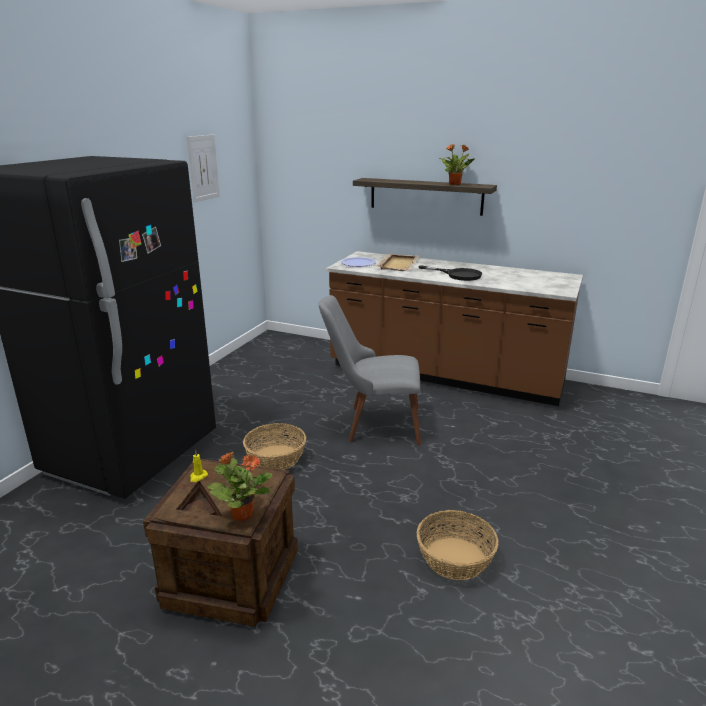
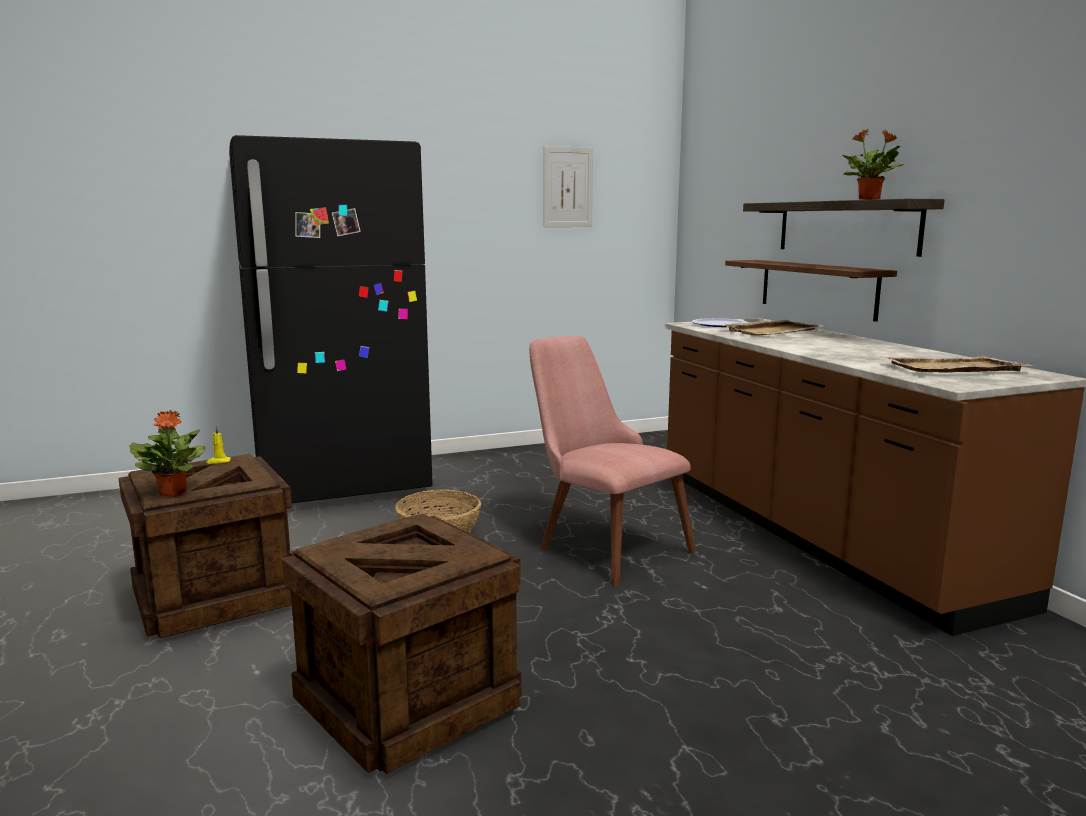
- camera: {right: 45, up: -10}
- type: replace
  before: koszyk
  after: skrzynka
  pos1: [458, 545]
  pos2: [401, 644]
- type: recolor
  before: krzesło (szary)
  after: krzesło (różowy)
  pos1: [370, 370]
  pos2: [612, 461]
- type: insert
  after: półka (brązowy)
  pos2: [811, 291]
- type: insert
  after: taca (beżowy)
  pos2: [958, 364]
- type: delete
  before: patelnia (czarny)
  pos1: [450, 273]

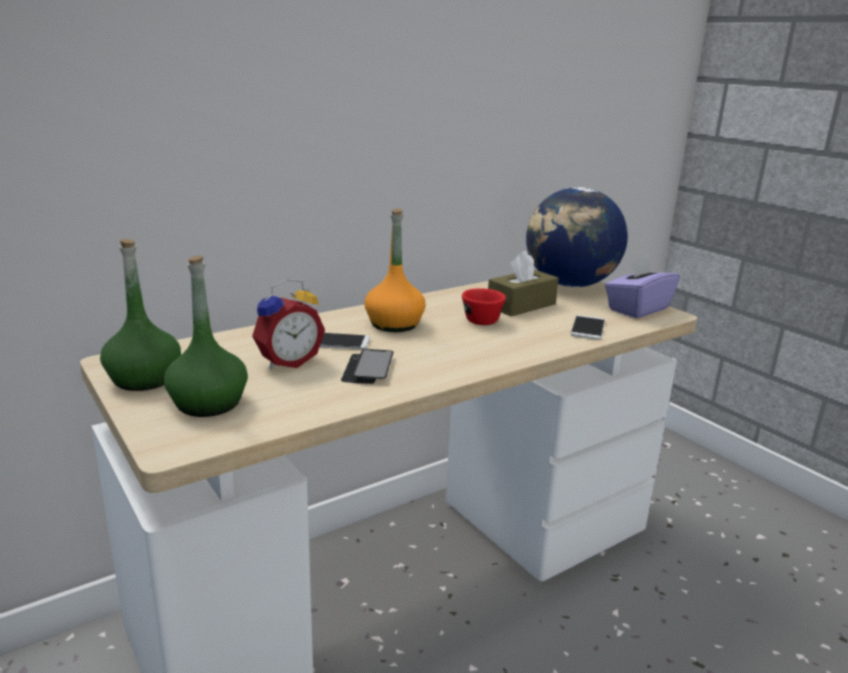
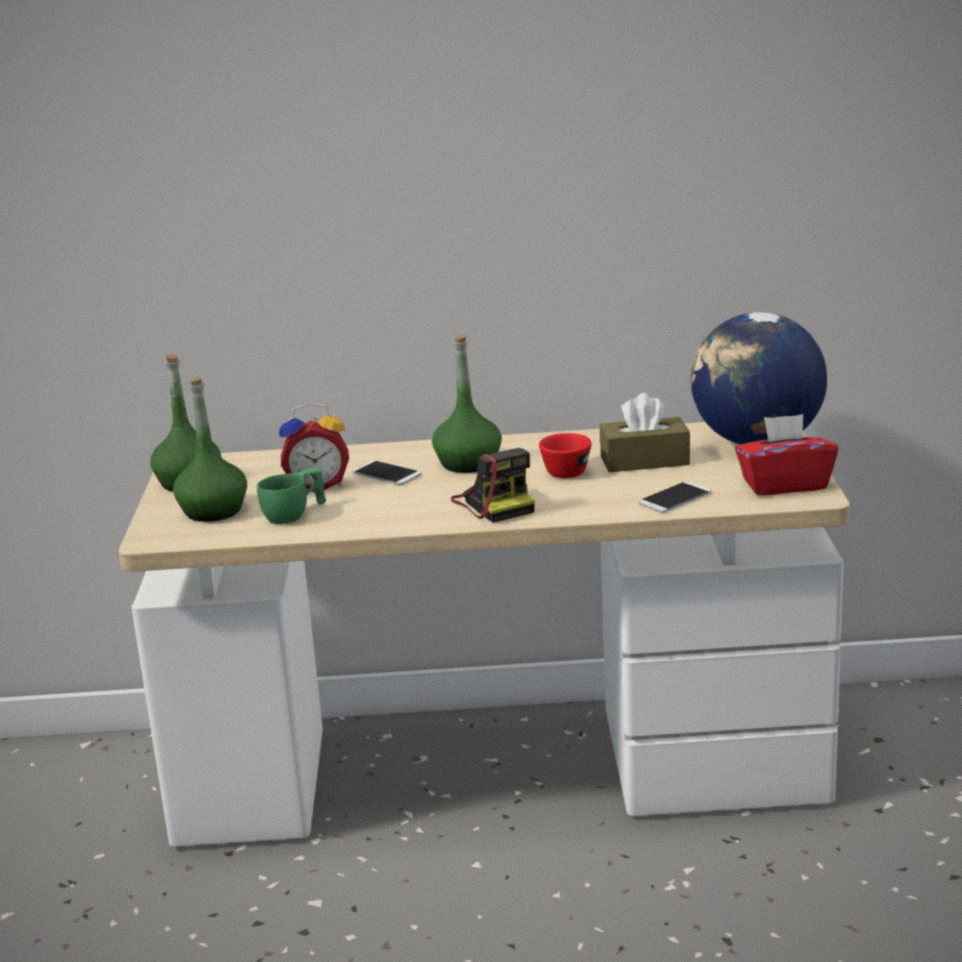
- camera: {right: 35, up: 0}
- type: insert
  after: filiżanka (zielony)
  pos2: [291, 495]
- type: recolor
  before: butelka (pomarańczowy)
  after: butelka (zielony)
  pos1: [395, 270]
  pos2: [467, 404]
- type: insert
  after: aparat fotograficzny
  pos2: [493, 485]
- type: recolor
  before: pudełko chusteczek (fioletowy)
  after: pudełko chusteczek (czerwony)
  pos1: [642, 286]
  pos2: [787, 455]
- type: delete
  before: telefon
  pos1: [367, 366]

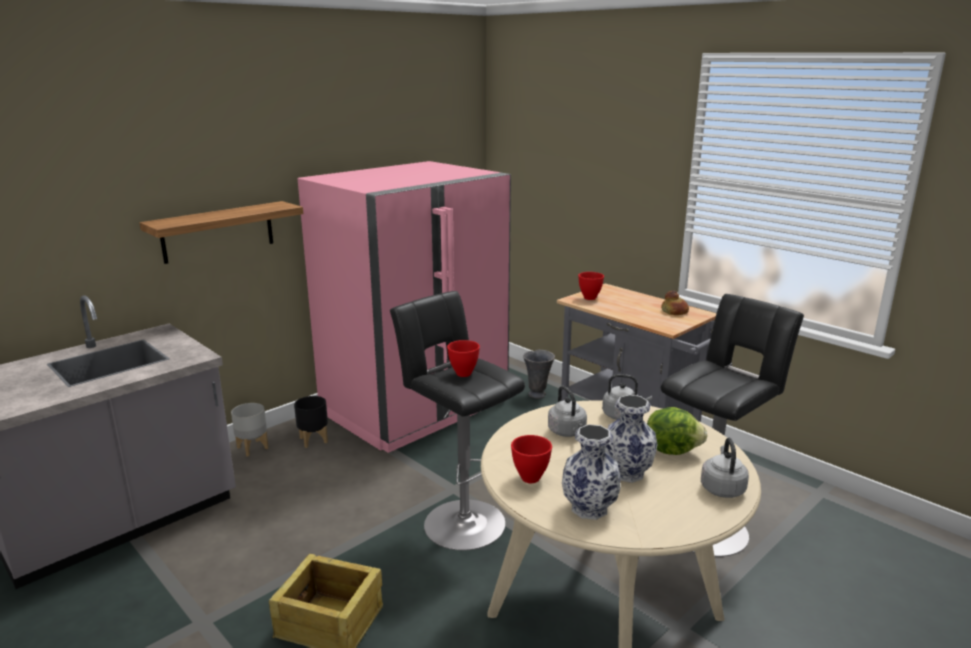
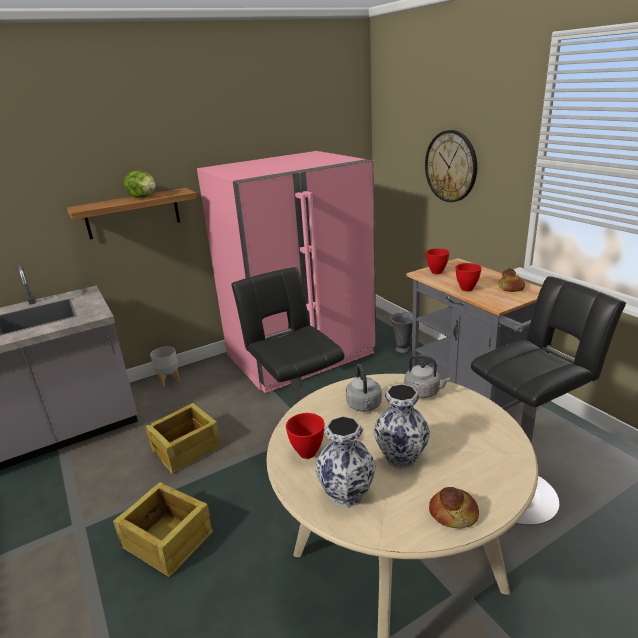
- camera: {right: 15, up: 5}
- type: move
  before: sałata
  pos1: [677, 431]
  pos2: [140, 184]
- type: insert
  after: skrzynka
  pos2: [183, 439]
- type: insert
  after: zegar ścienny
  pos2: [451, 166]
- type: insert
  after: chleb
  pos2: [454, 507]
- type: move
  before: miska (czerwony)
  pos1: [463, 358]
  pos2: [468, 277]
- type: delete
  before: donica (czarny)
  pos1: [311, 422]
- type: delete
  before: czajnik (szary)
  pos1: [725, 468]

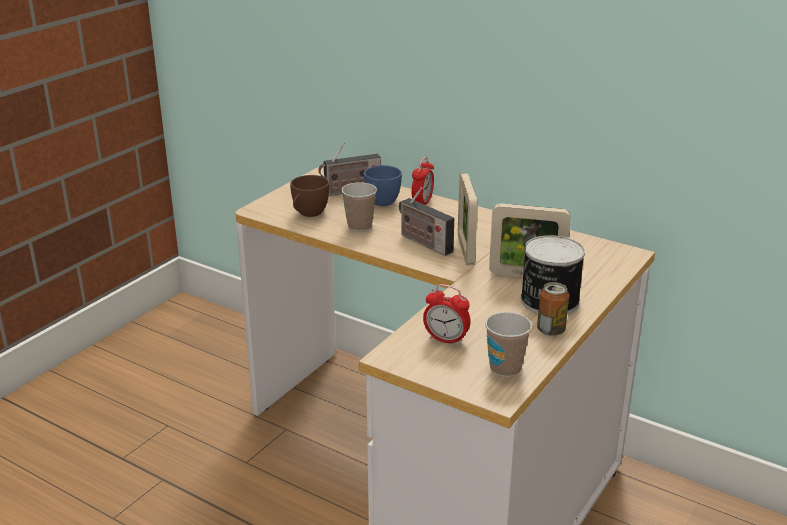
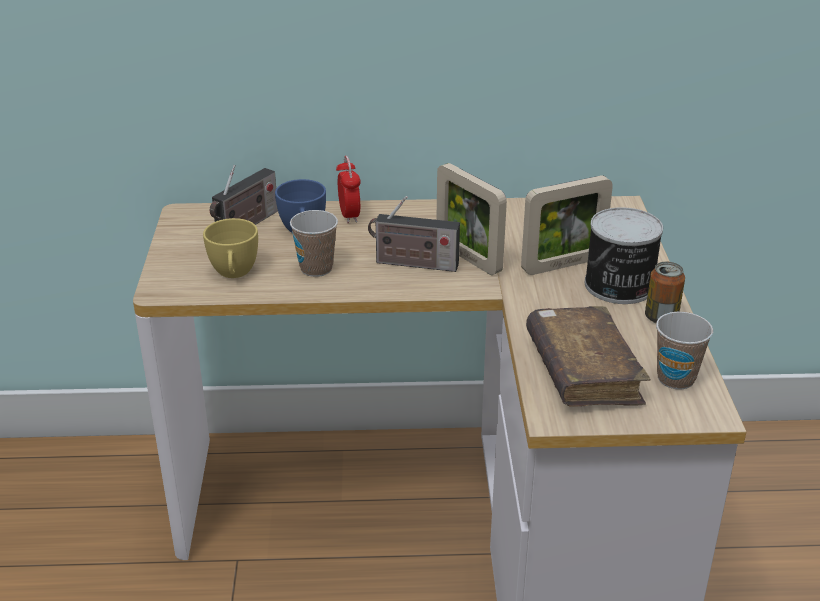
- camera: {right: -35, up: 5}
- type: recolor
  before: filiżanka (brązowy)
  after: filiżanka (żółty)
  pos1: [309, 196]
  pos2: [230, 248]
- type: replace
  before: budzik
  after: książka (brązowy)
  pos1: [447, 315]
  pos2: [588, 356]

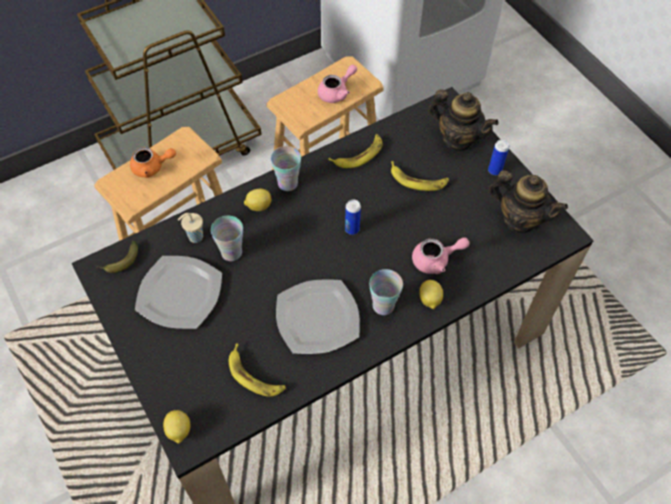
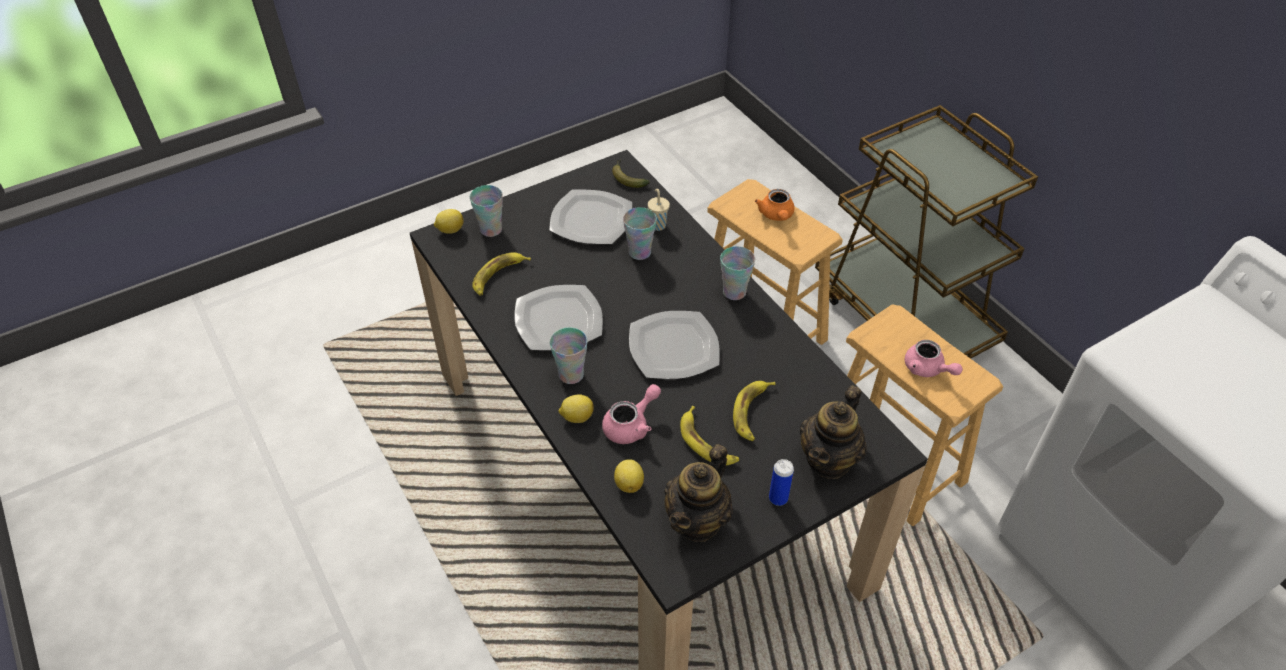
- camera: {right: 90, up: -10}
- type: insert
  after: filiżanka
  pos2: [486, 211]
- type: rotate
  before: imbryk (różowy)
  pos1: [441, 255]
  pos2: [631, 414]
  turn: -120
- type: move
  before: cytryna
  pos1: [257, 200]
  pos2: [629, 476]
- type: replace
  before: puszka
  after: talerz
  pos1: [353, 217]
  pos2: [674, 345]
- type: move
  before: banan
  pos1: [355, 151]
  pos2: [709, 436]

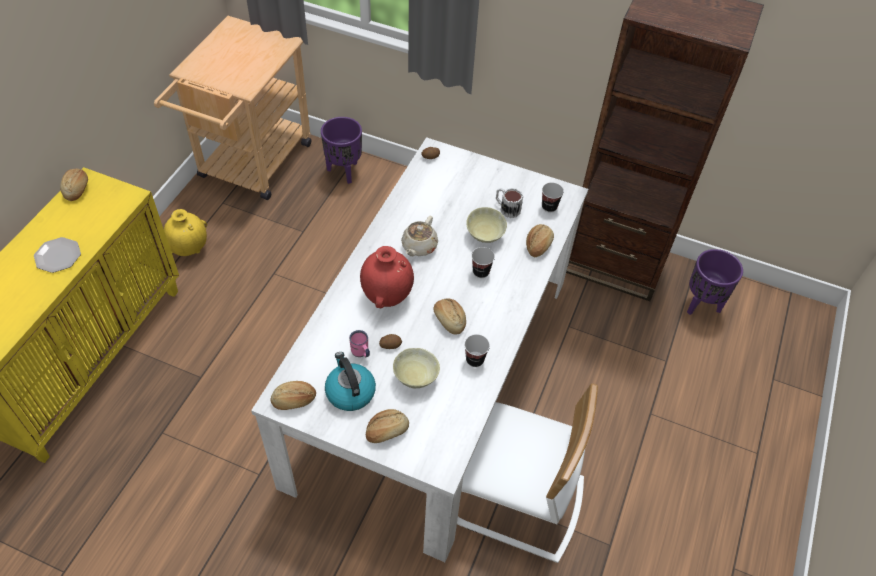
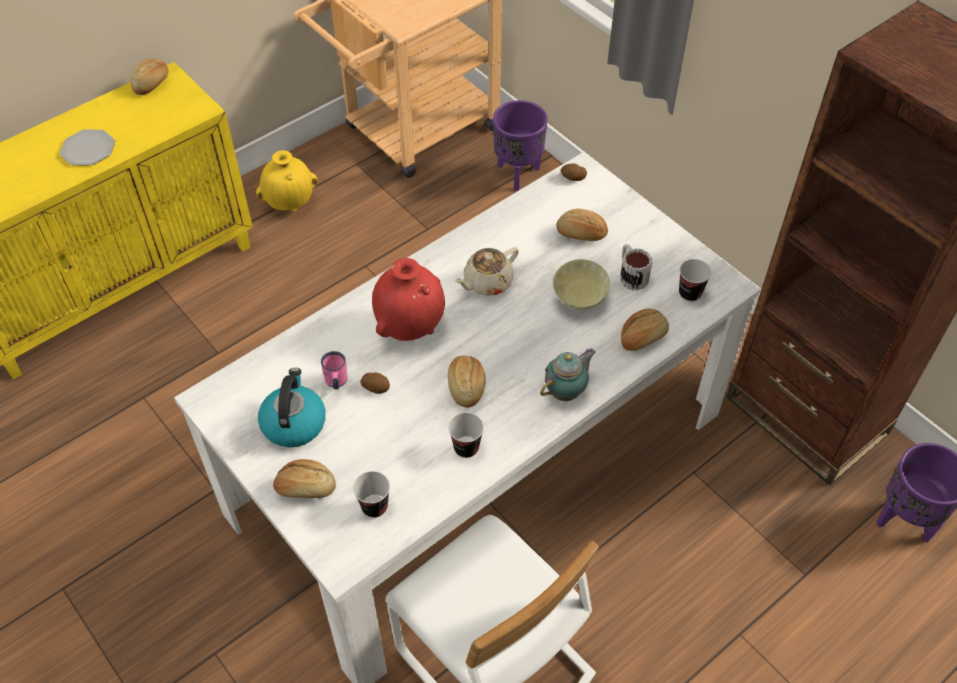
- camera: {right: 30, up: 0}
- type: move
  before: filiżanka
  pos1: [483, 262]
  pos2: [371, 494]
- type: insert
  after: imbryk
  pos2: [568, 375]
- type: move
  before: chleb
  pos1: [293, 395]
  pos2: [582, 225]
- type: delete
  before: miska (beżowy)
  pos1: [416, 368]

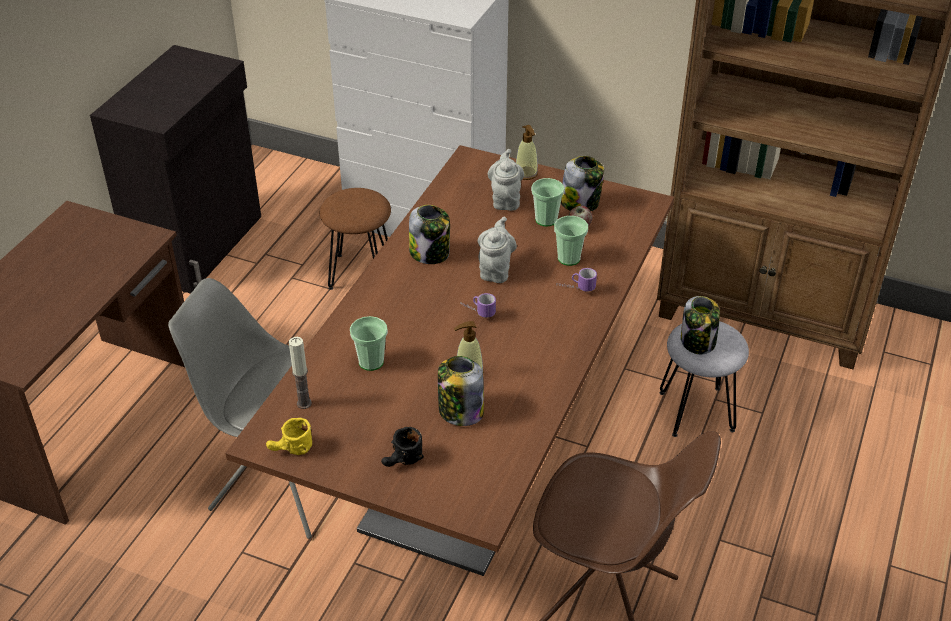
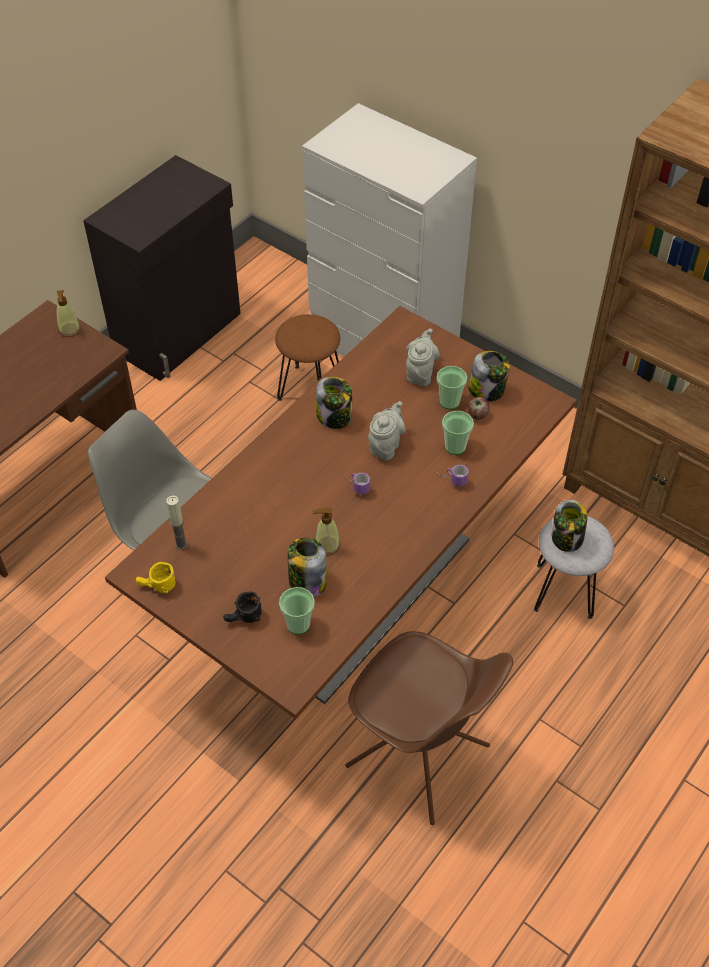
- camera: {right: 15, up: 10}
- type: move
  before: dozownik mydła
  pos1: [527, 152]
  pos2: [68, 313]
- type: move
  before: filiżanka
  pos1: [369, 343]
  pos2: [297, 611]

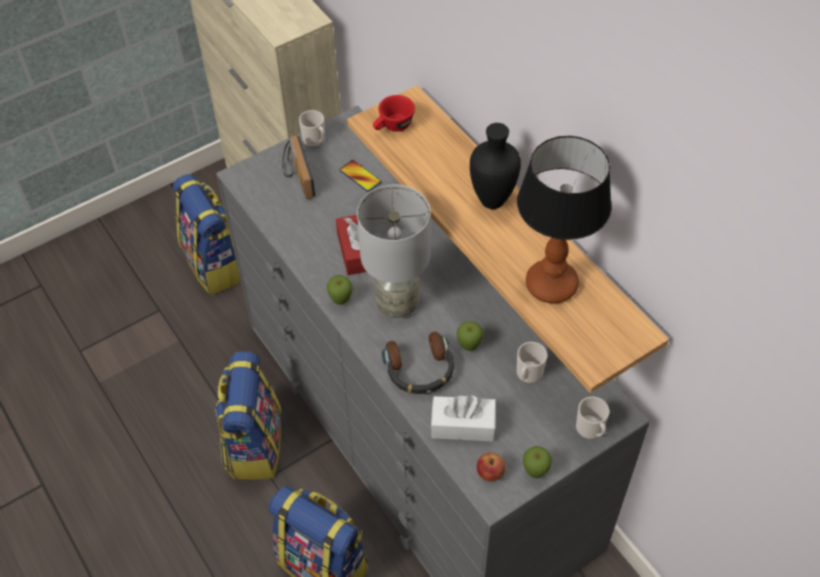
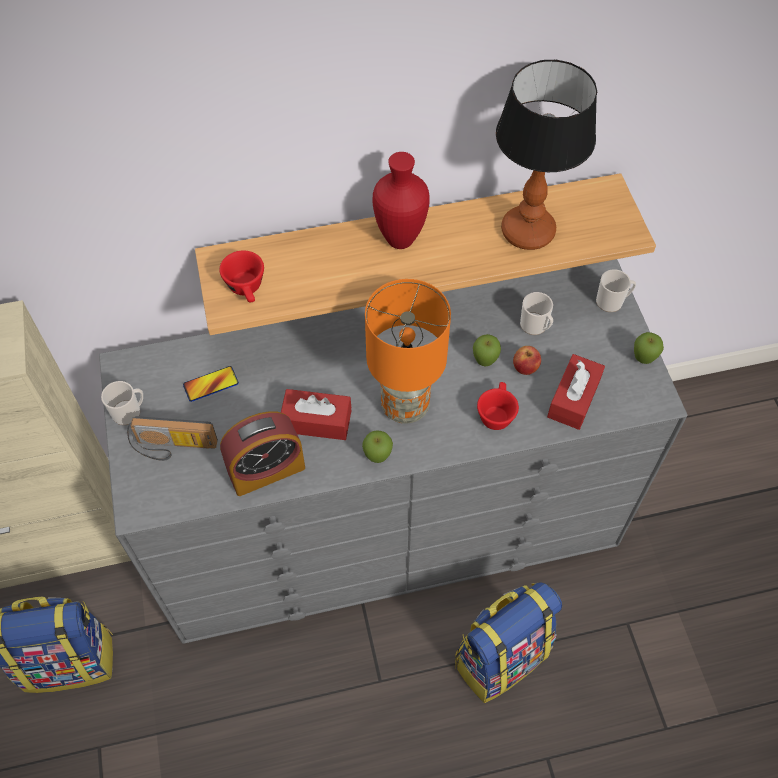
- camera: {right: -70, up: 5}
- type: insert
  after: budzik
  pos2: [262, 453]
- type: recolor
  before: lampa stołowa (szary)
  after: lampa stołowa (pomarańczowy)
  pos1: [394, 251]
  pos2: [408, 351]
- type: recolor
  before: wazon (czarny)
  after: wazon (czerwony)
  pos1: [495, 166]
  pos2: [401, 200]
- type: replace
  before: słuchawki
  after: filiżanka (czerwony)
  pos1: [418, 363]
  pos2: [498, 406]
- type: move
  before: jabłko
  pos1: [491, 467]
  pos2: [527, 360]
- type: recolor
  before: pudełko chusteczek (biały)
  after: pudełko chusteczek (czerwony)
  pos1: [463, 418]
  pos2: [576, 392]
- type: delete
  before: plecak
  pos1: [248, 415]

